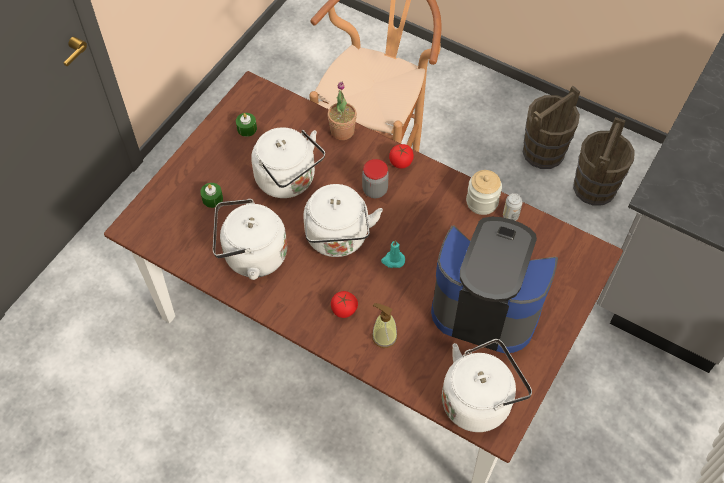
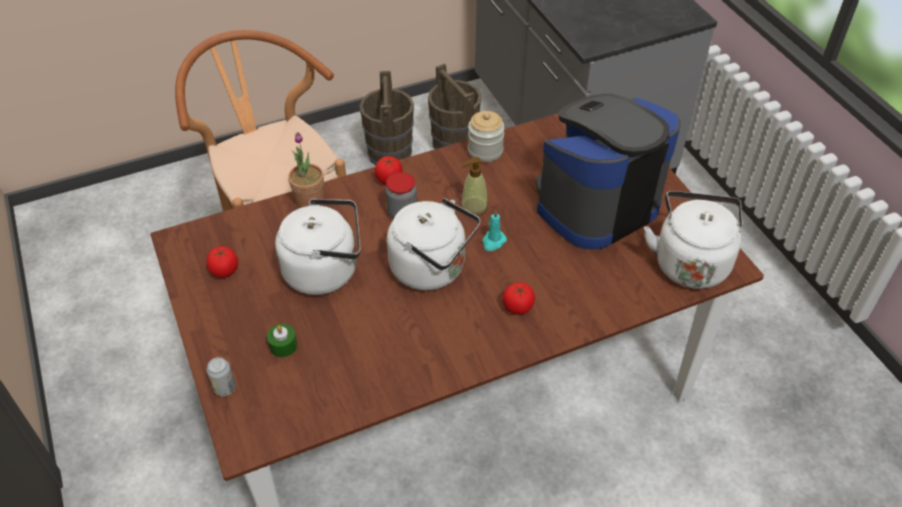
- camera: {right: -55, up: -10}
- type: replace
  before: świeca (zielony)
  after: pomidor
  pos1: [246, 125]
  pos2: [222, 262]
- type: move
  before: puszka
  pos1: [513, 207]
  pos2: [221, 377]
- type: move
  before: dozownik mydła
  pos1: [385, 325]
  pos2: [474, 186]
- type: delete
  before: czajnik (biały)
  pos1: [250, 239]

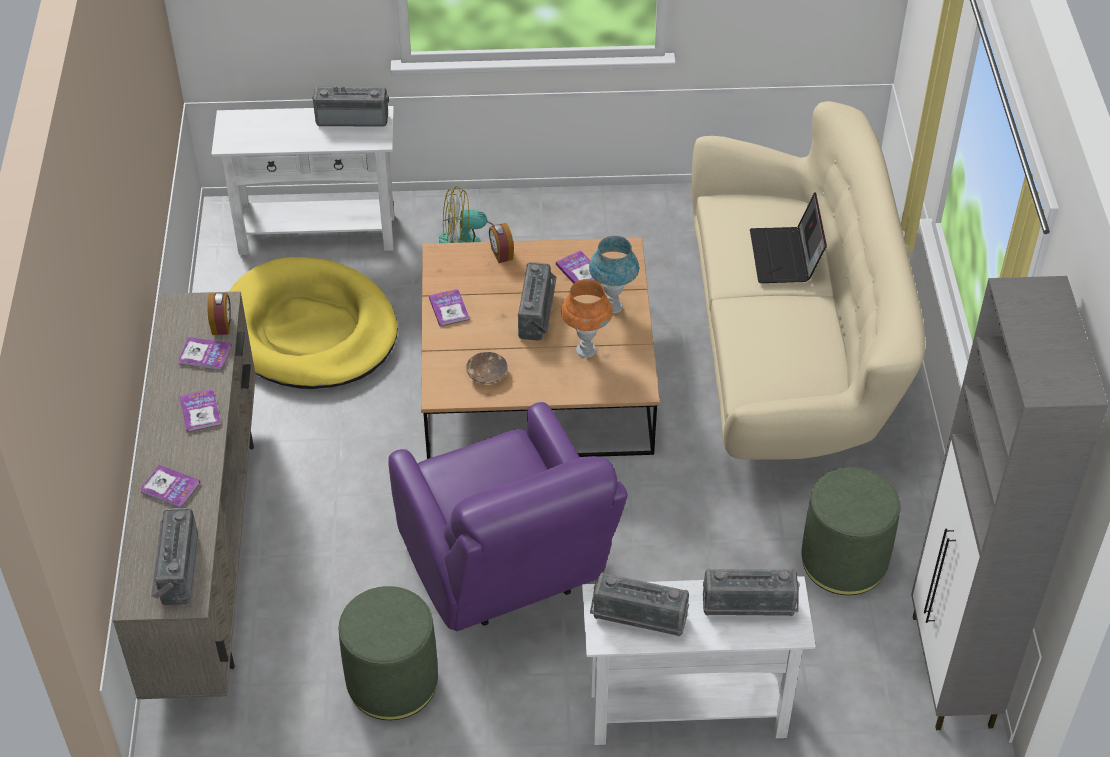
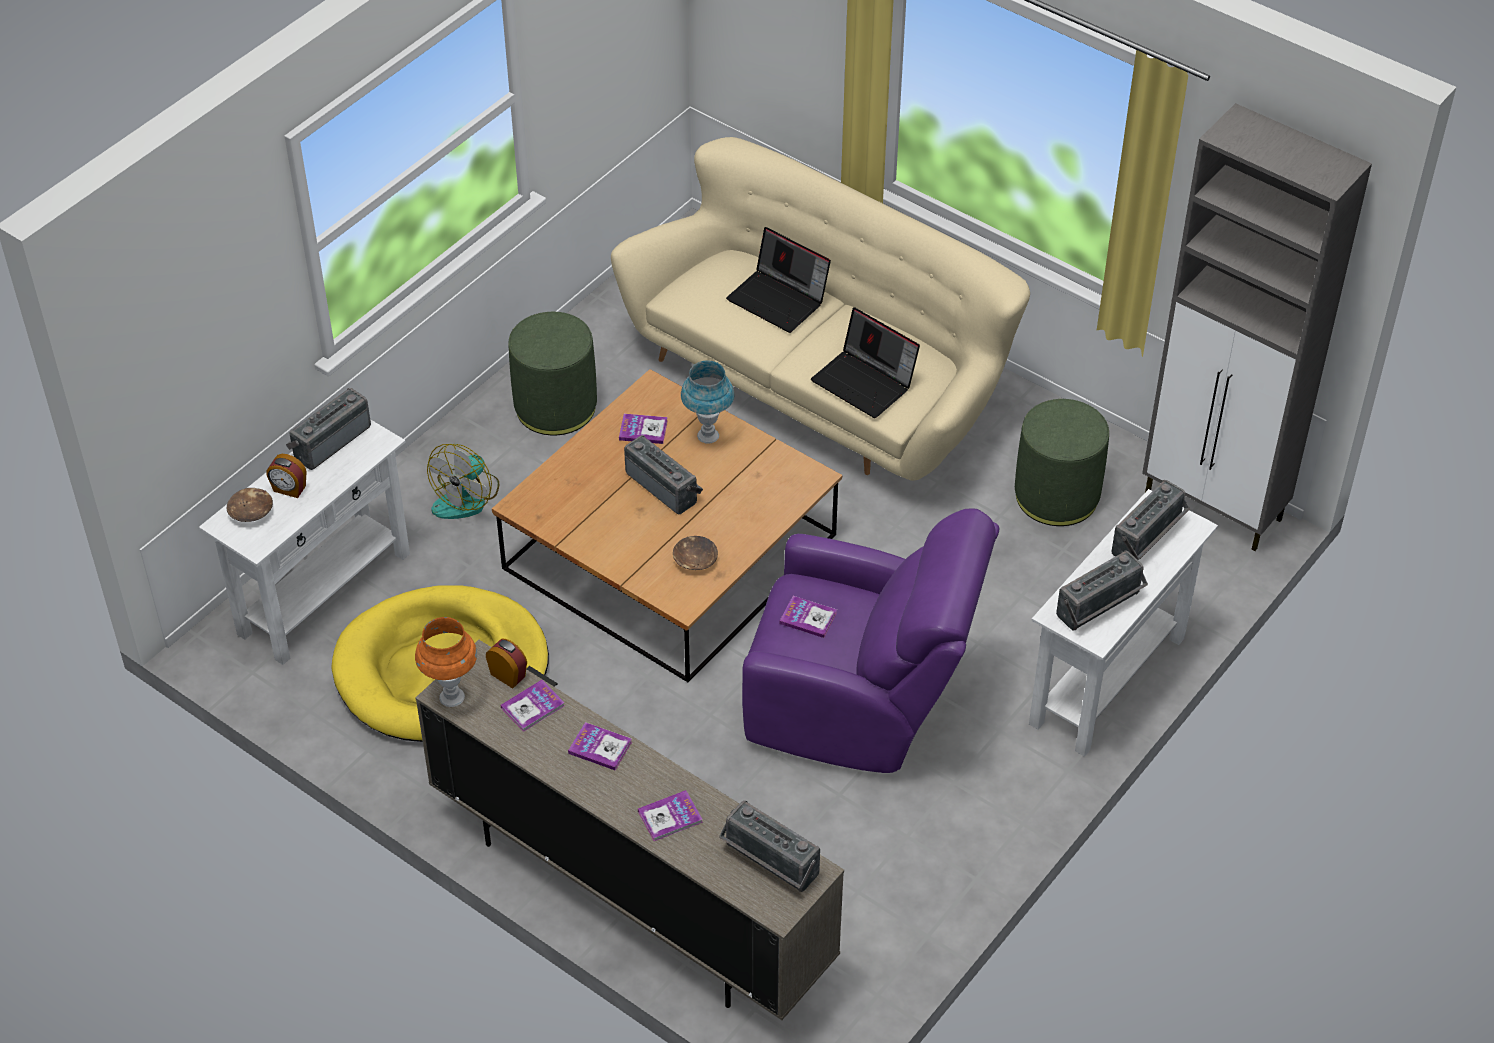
- camera: {right: -50, up: 0}
- type: insert
  after: miska (brązowy)
  pos2: [250, 505]
- type: move
  before: budzik
  pos1: [501, 243]
  pos2: [286, 476]
- type: move
  before: lampa stołowa (pomarańczowy)
  pos1: [587, 318]
  pos2: [446, 662]
- type: move
  before: pufa (zielony)
  pos1: [388, 653]
  pos2: [552, 373]
- type: move
  before: książka
  pos1: [449, 308]
  pos2: [808, 617]
- type: insert
  after: laptop
  pos2: [865, 362]

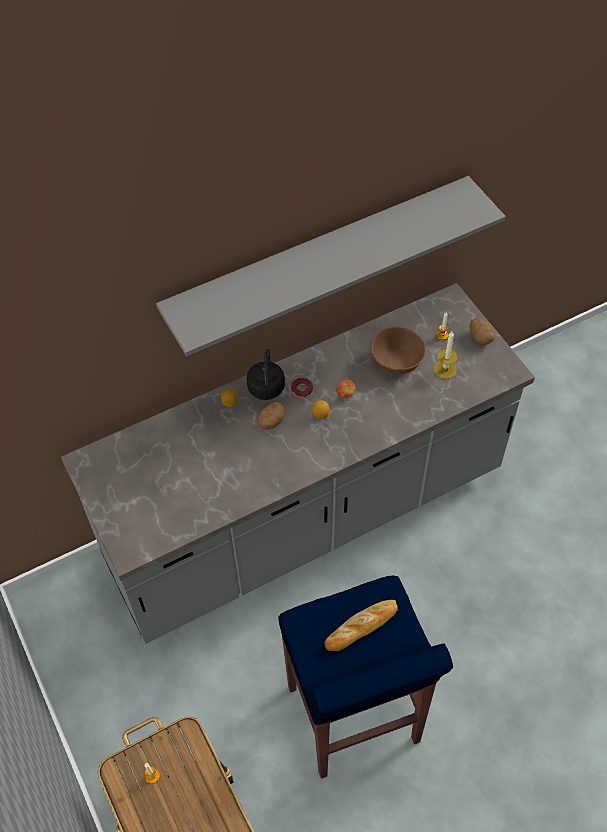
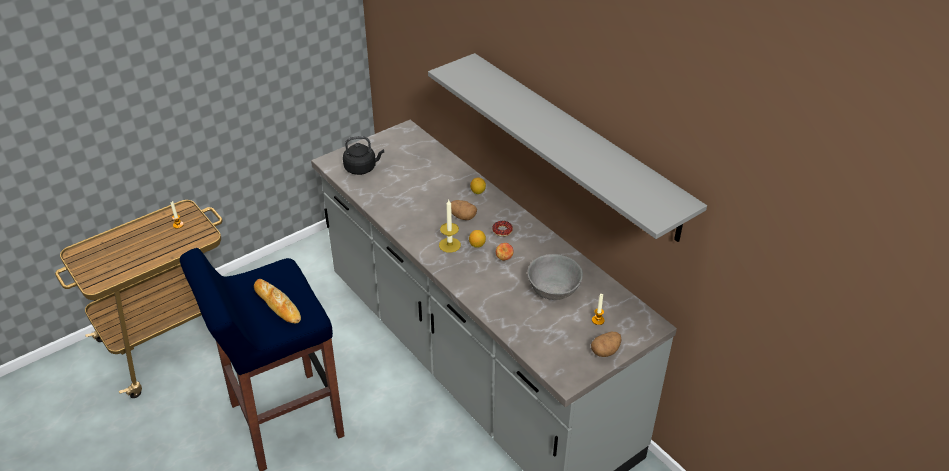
- camera: {right: 80, up: -15}
- type: move
  before: czajnik (czarny)
  pos1: [266, 374]
  pos2: [363, 155]
- type: move
  before: świeca
  pos1: [446, 355]
  pos2: [450, 226]
- type: recolor
  before: miska (brązowy)
  after: miska (szary)
  pos1: [398, 350]
  pos2: [555, 277]

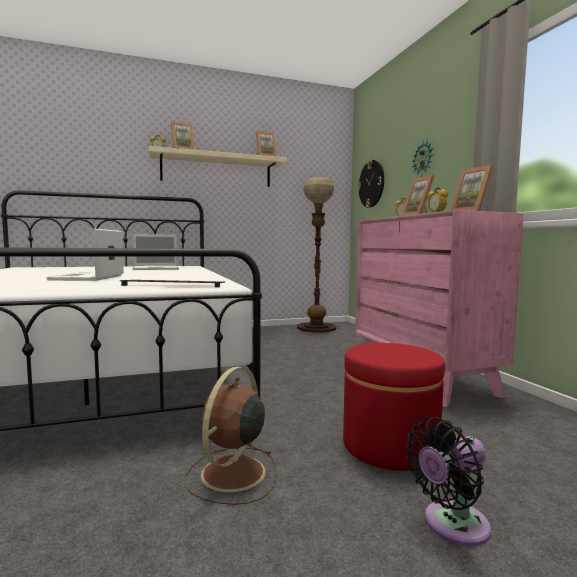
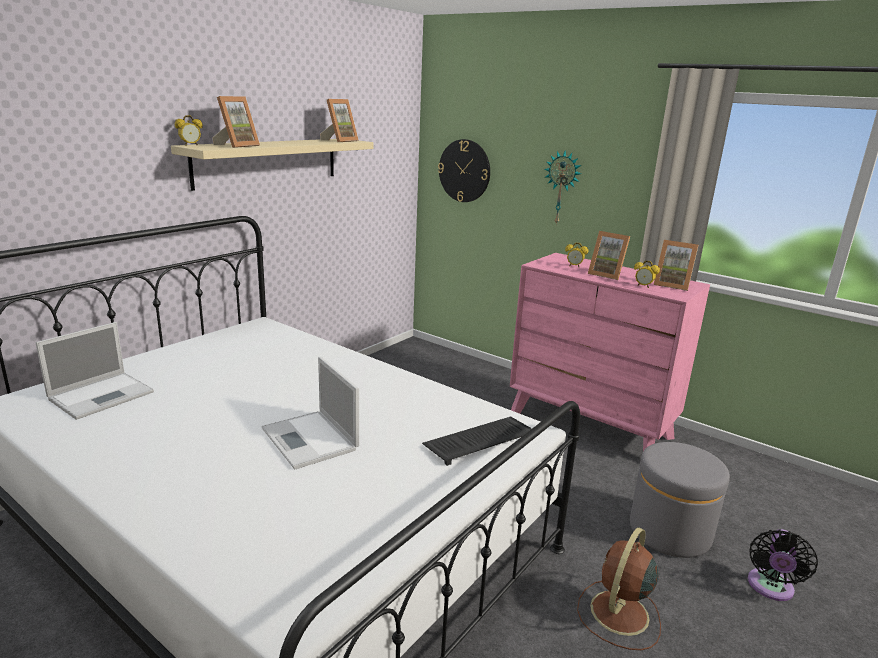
- camera: {right: -35, up: 15}
- type: move
  before: laptop
  pos1: [156, 252]
  pos2: [95, 371]
- type: rotate
  before: wentylator (brązowy)
  pos1: [230, 436]
  pos2: [619, 588]
  turn: 45
- type: recolor
  before: pufa (czerwony)
  after: pufa (szary)
  pos1: [394, 407]
  pos2: [680, 500]
- type: delete
  before: lampa stojąca
  pos1: [316, 255]

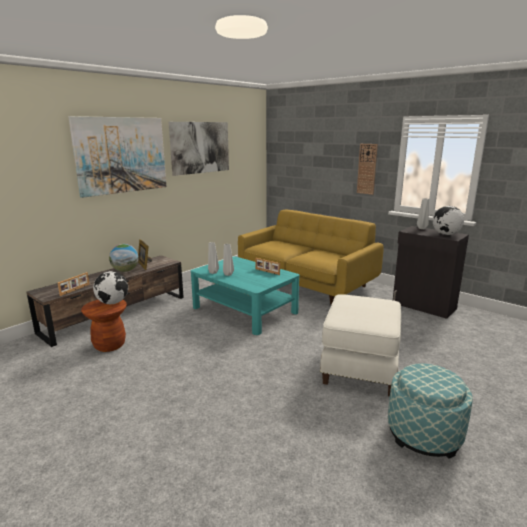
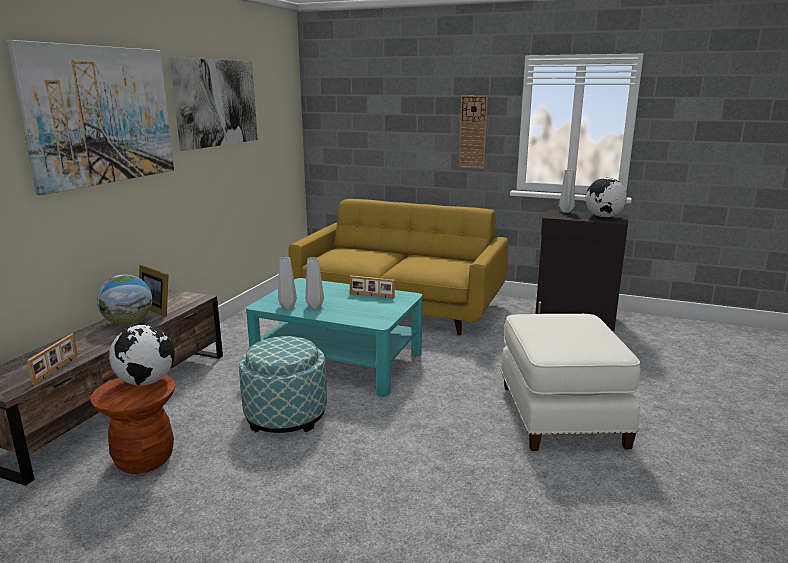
- camera: {right: -20, up: 0}
- type: move
  before: pufa
  pos1: [430, 411]
  pos2: [283, 384]

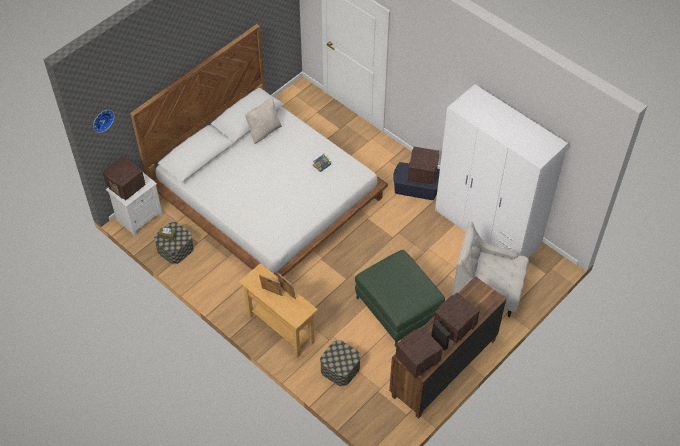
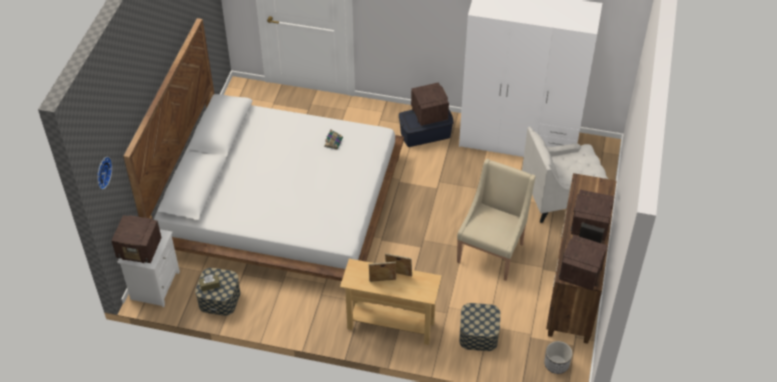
- camera: {right: -30, up: -5}
- type: replace
  before: pufa (zielony)
  after: fotel (beżowy)
  pos1: [400, 298]
  pos2: [496, 220]
- type: insert
  after: donica
  pos2: [558, 357]
- type: delete
  before: poduszka (beżowy)
  pos1: [263, 120]

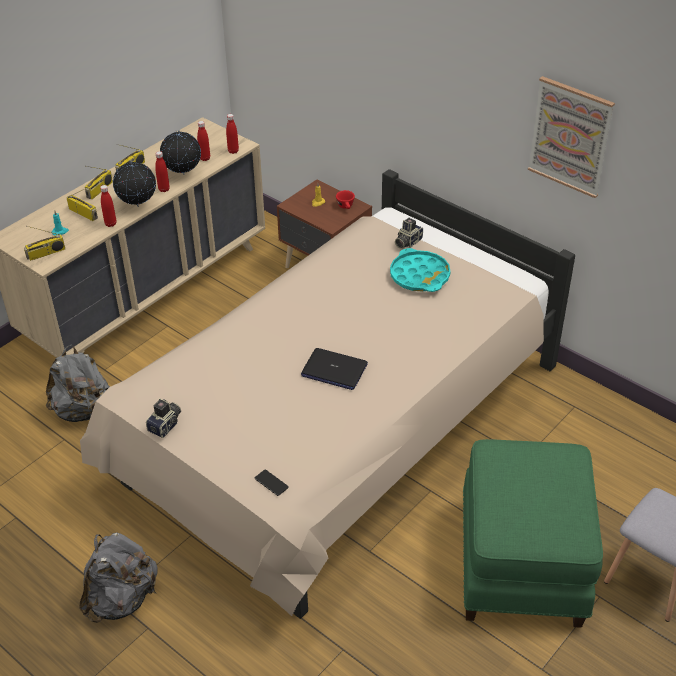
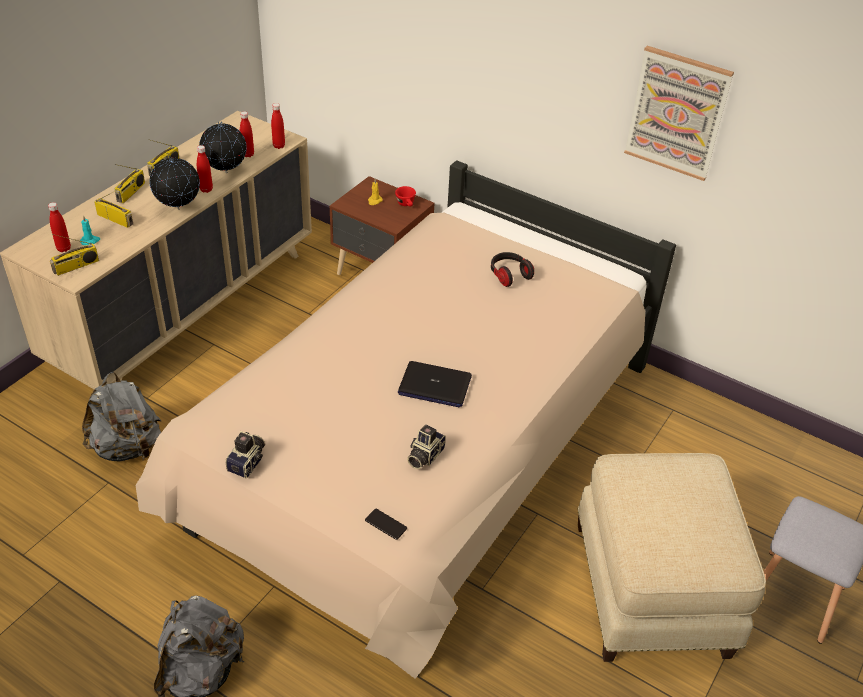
- camera: {right: -10, up: 0}
- type: move
  before: butelka (czerwony)
  pos1: [108, 206]
  pos2: [59, 227]
- type: move
  before: aparat fotograficzny
  pos1: [409, 233]
  pos2: [426, 447]
- type: replace
  before: taca (turkusowy)
  after: słuchawki
  pos1: [420, 270]
  pos2: [512, 269]
- type: recolor
  before: pufa (zielony)
  after: pufa (beżowy)
  pos1: [533, 533]
  pos2: [671, 557]

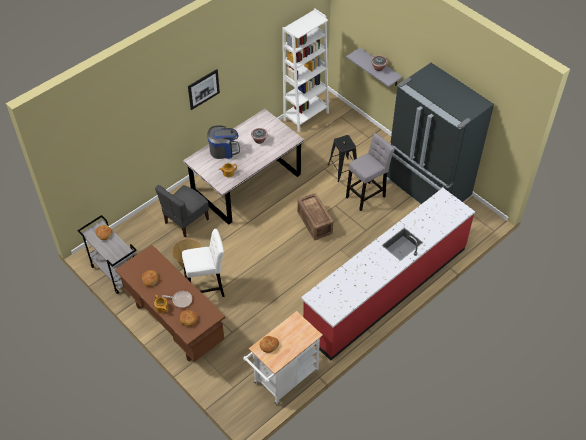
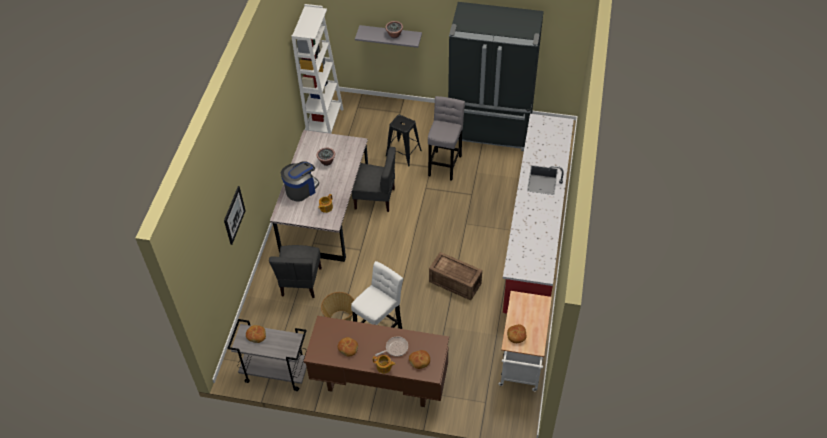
- camera: {right: -35, up: 0}
- type: move
  before: obraz
  pos1: [204, 89]
  pos2: [235, 215]
- type: insert
  after: krzesło (szary)
  pos2: [374, 179]
- type: move
  before: skrzynka
  pos1: [315, 216]
  pos2: [455, 276]

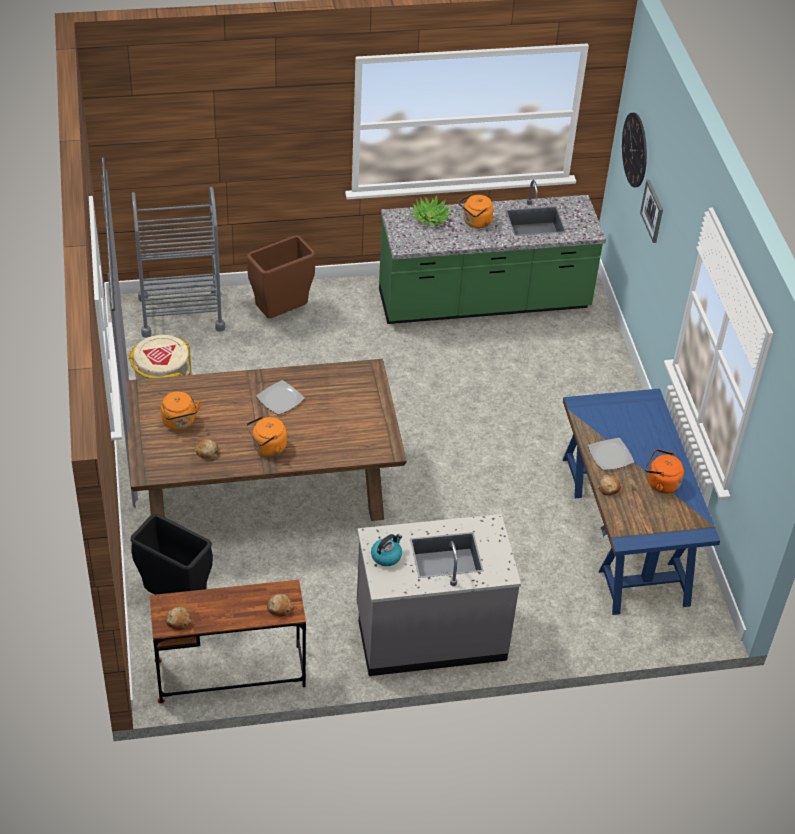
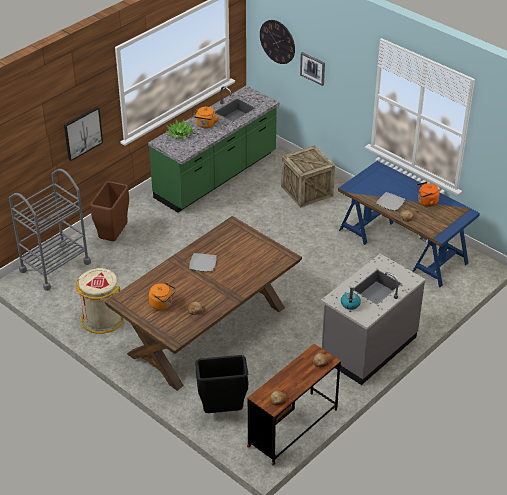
- camera: {right: -35, up: -5}
- type: insert
  after: obraz
  pos2: [83, 134]
- type: insert
  after: skrzynka
  pos2: [308, 176]
- type: delete
  before: czajnik (pomarańczowy)
  pos1: [266, 436]

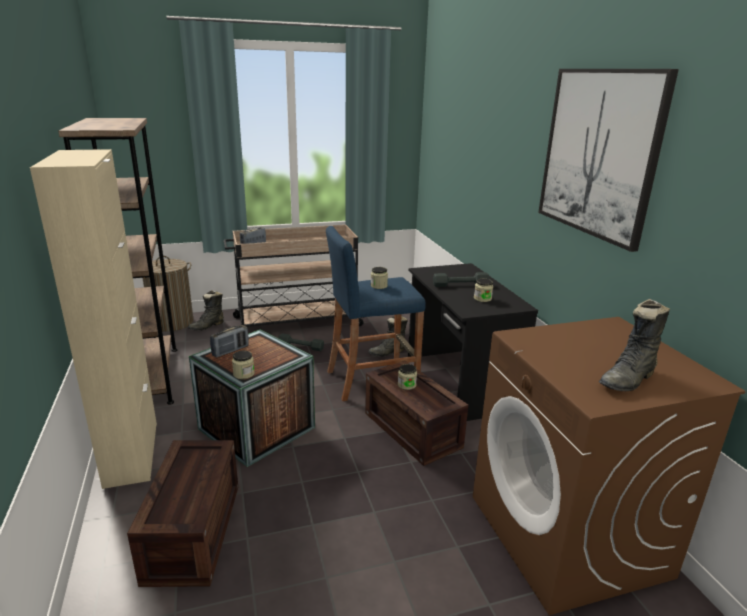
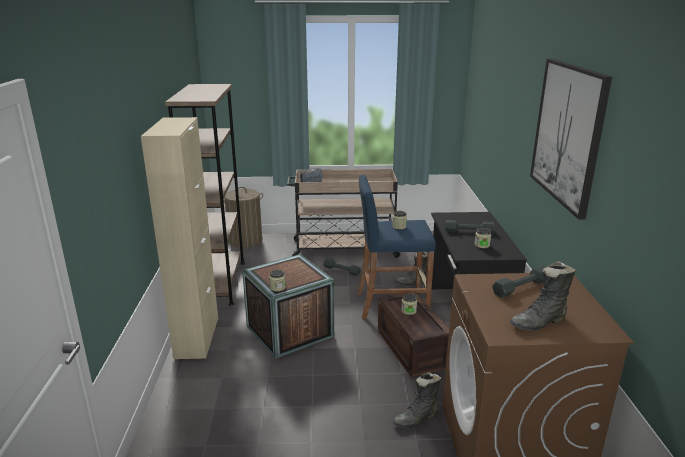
- camera: {right: 15, up: 0}
- type: move
  before: but z cholewką (czarny)
  pos1: [206, 310]
  pos2: [417, 400]
- type: insert
  after: hantel (szary)
  pos2: [519, 281]
- type: delete
  before: skrzynka
  pos1: [182, 513]
- type: delete
  before: radio
  pos1: [229, 341]

